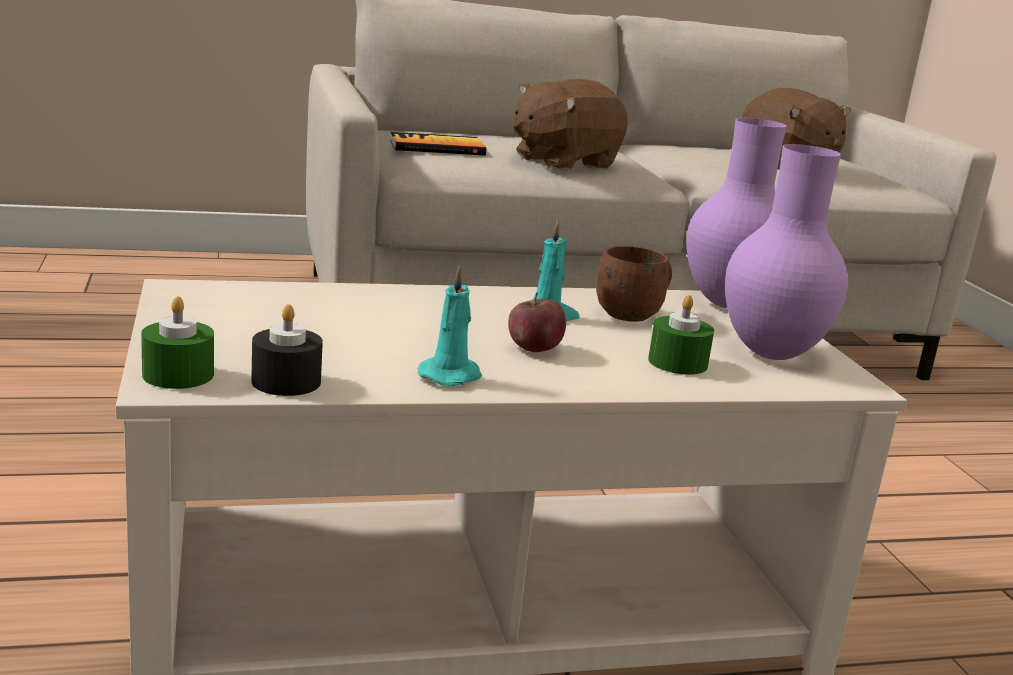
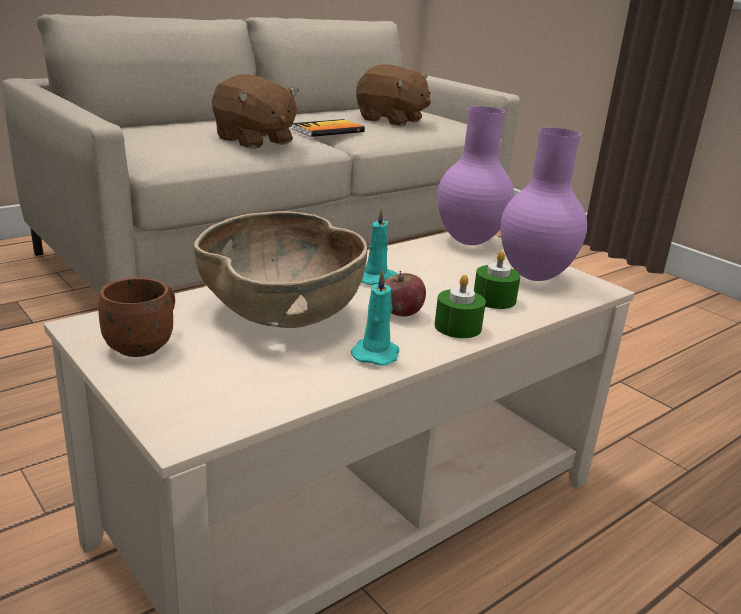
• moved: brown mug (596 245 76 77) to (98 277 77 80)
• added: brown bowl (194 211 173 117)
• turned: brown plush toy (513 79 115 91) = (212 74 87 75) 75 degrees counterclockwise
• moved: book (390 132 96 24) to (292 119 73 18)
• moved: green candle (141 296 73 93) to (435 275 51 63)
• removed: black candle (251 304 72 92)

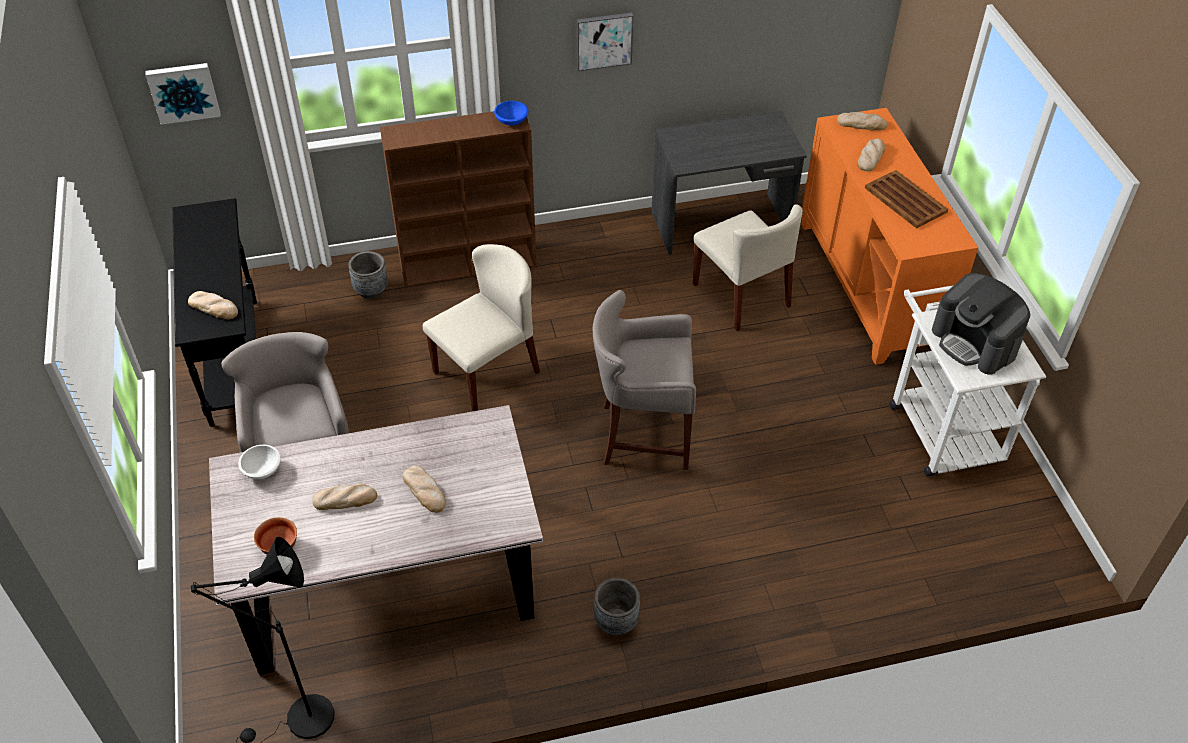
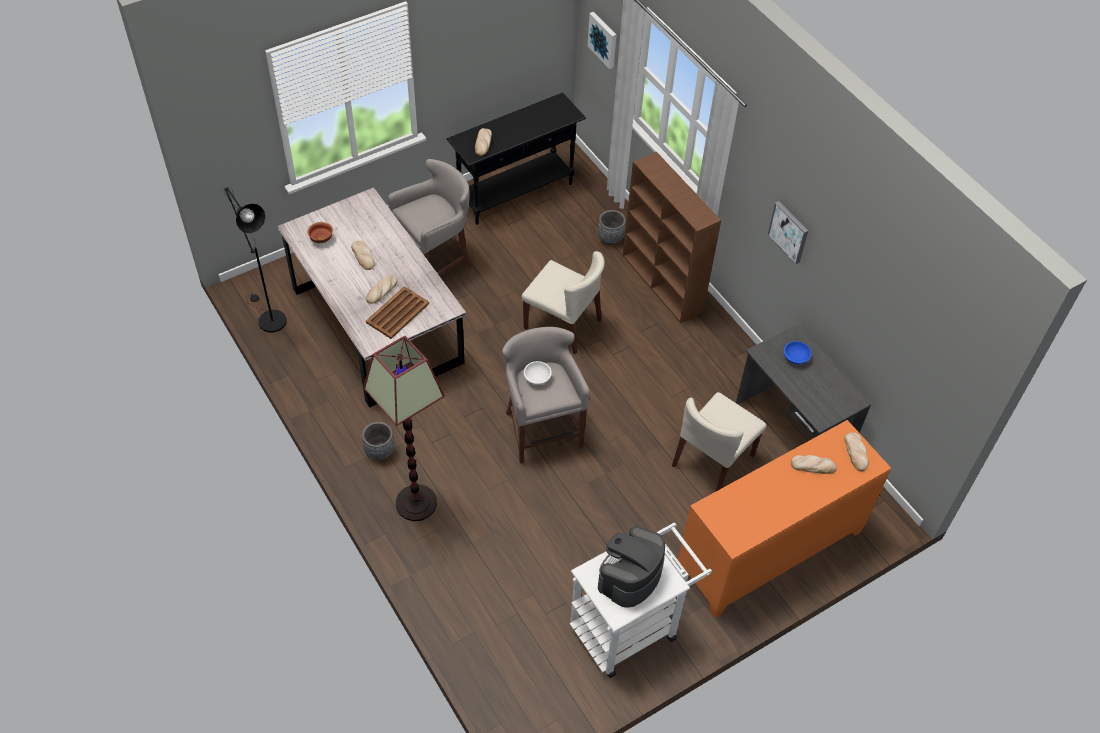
• added: floor lamp (363 336 82 185)
• moved: brown tray (865 170 83 59) to (366 286 63 53)
• moved: white bowl (238 445 43 34) to (524 361 28 24)
• moved: blue bowl (494 101 35 24) to (784 341 28 23)

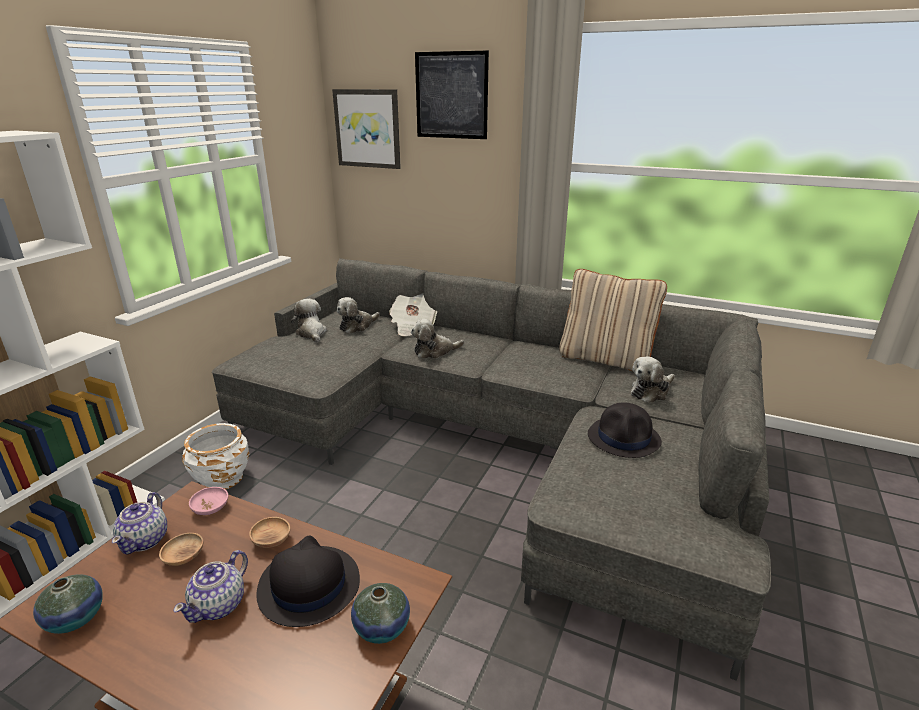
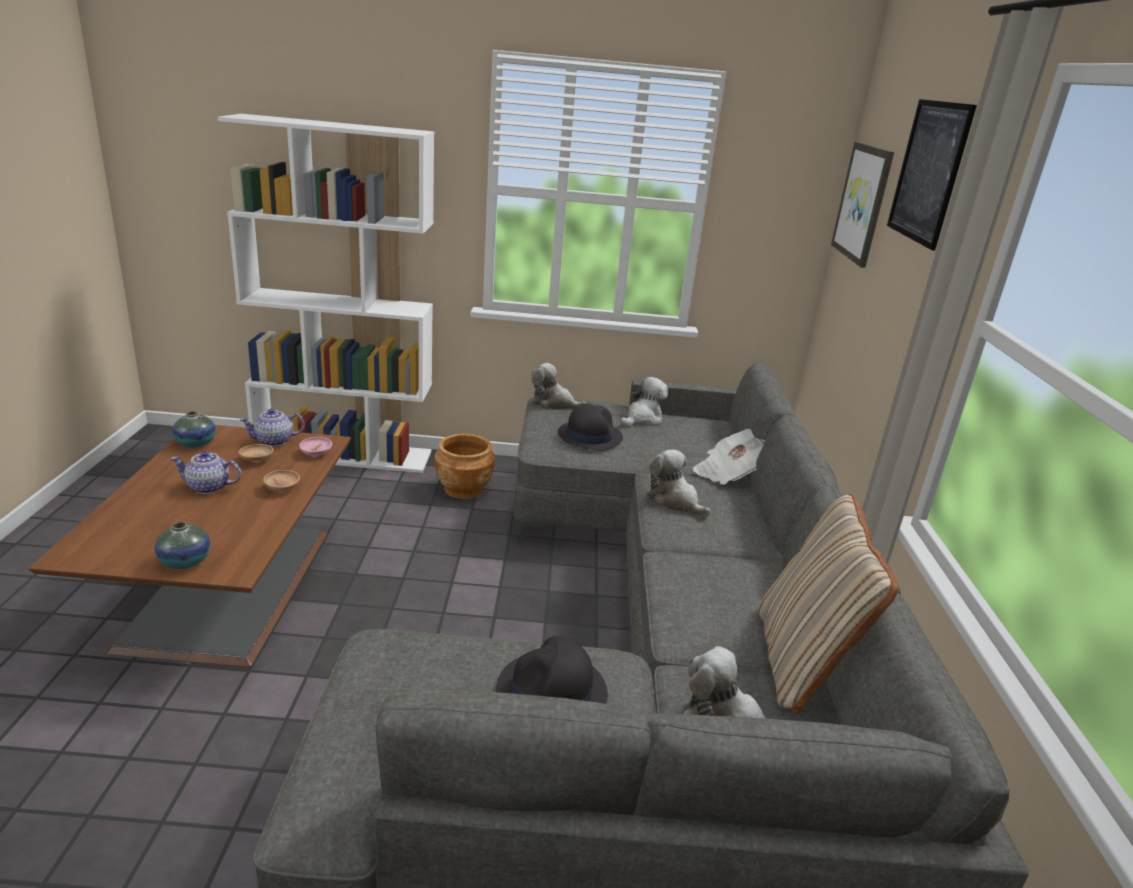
• recoloured: white planter (182 423 68 66) to brown planter (434 434 61 65)
• moved: plush toy (337 297 43 37) to (531 363 55 46)
• moved: black hat (256 535 104 92) to (558 403 65 48)

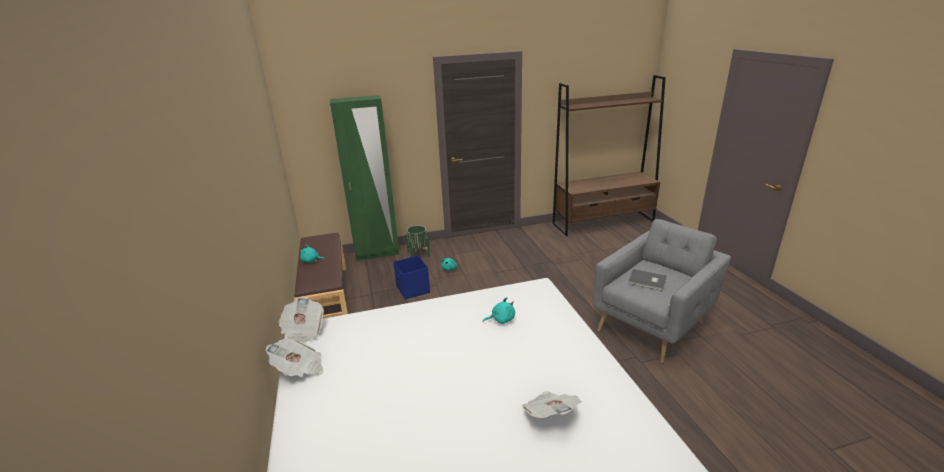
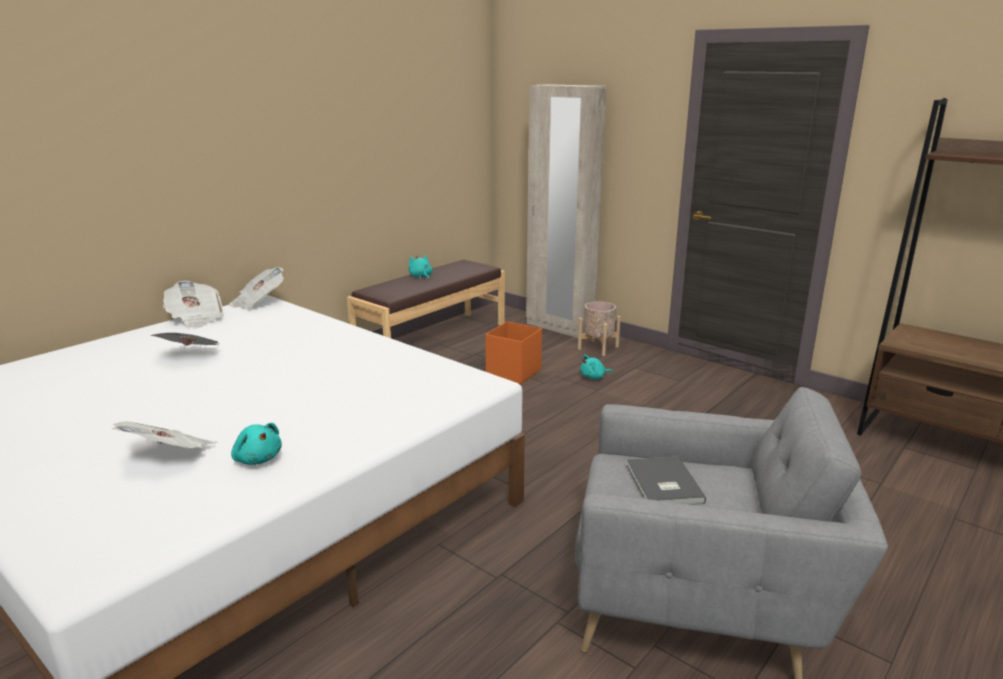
• added: newspaper (149 333 69 13)
• moved: turquoise plush toy (483 297 32 27) to (231 423 51 42)
• recoloured: blue storage box (393 255 37 45) to orange storage box (485 321 57 63)
• recoloured: green wardrobe (330 95 70 166) to beige wardrobe (526 84 80 254)
• recoloured: green planter (406 226 24 31) to beige planter (578 302 43 54)

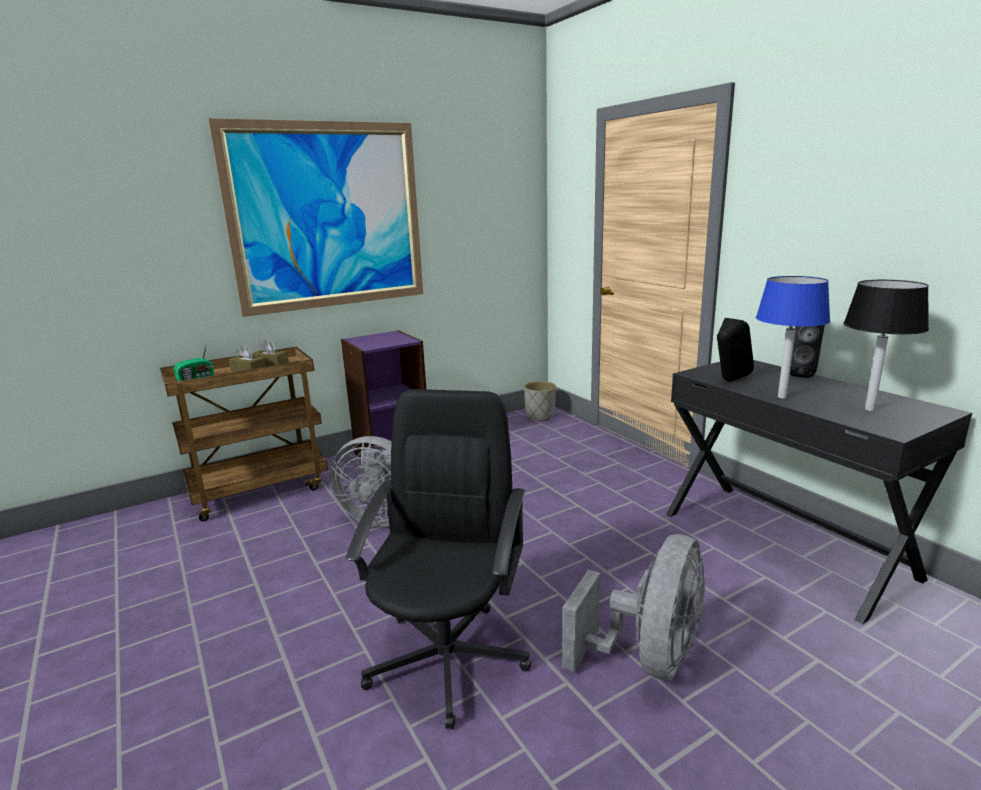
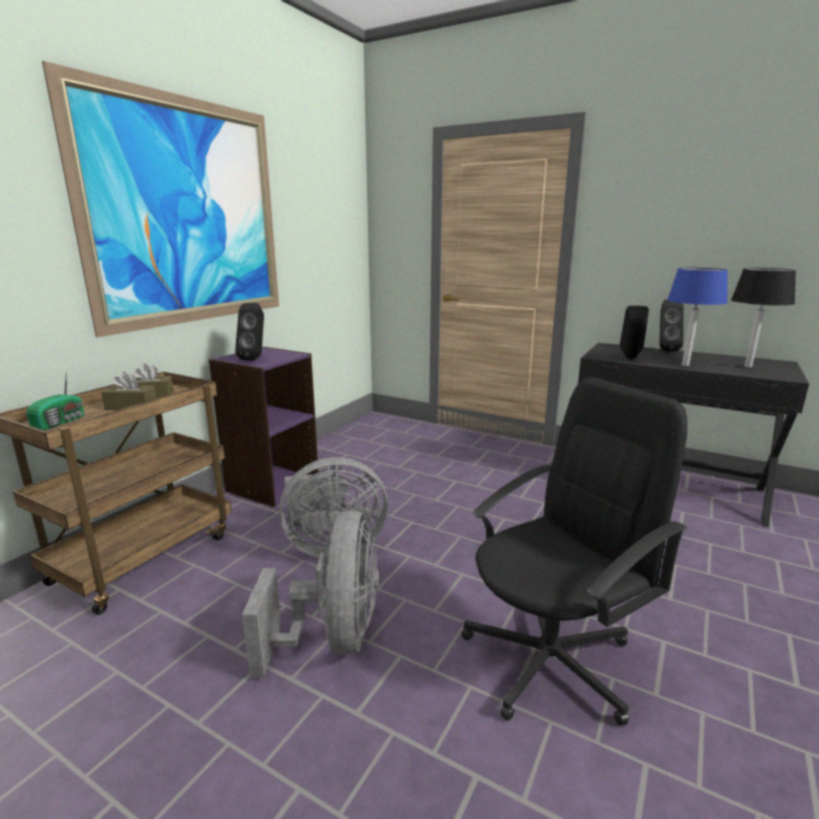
• added: black speaker (235 303 29 57)
• moved: grey fan (562 534 143 146) to (242 510 137 167)
• turned: black office chair (346 389 185 340) = (461 377 226 349) 75 degrees clockwise
• removed: grey planter (524 381 32 40)

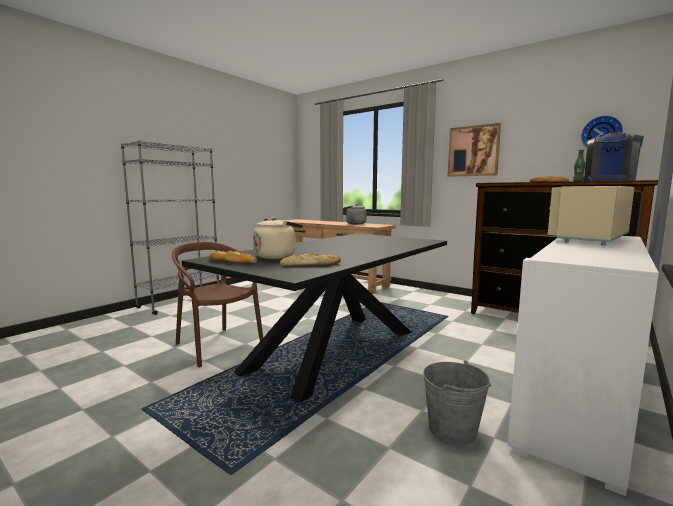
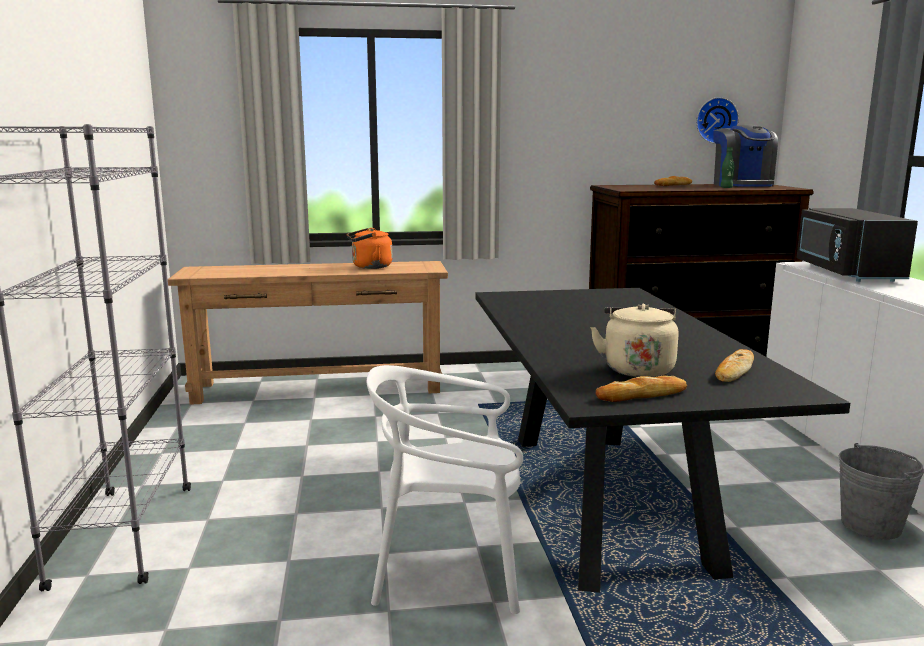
• recoloured: grey kettle (343 204 24 20) to orange kettle (347 228 45 41)
• recoloured: brown chair (172 242 91 125) to white chair (366 365 157 249)
• recoloured: beige microwave (548 186 86 59) to black microwave (796 208 122 74)
• removed: picture (448 123 53 54)

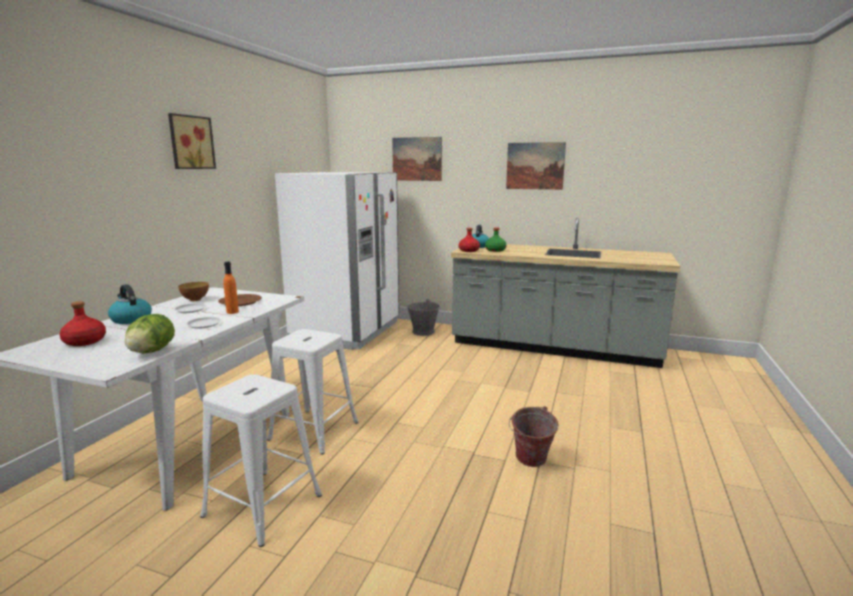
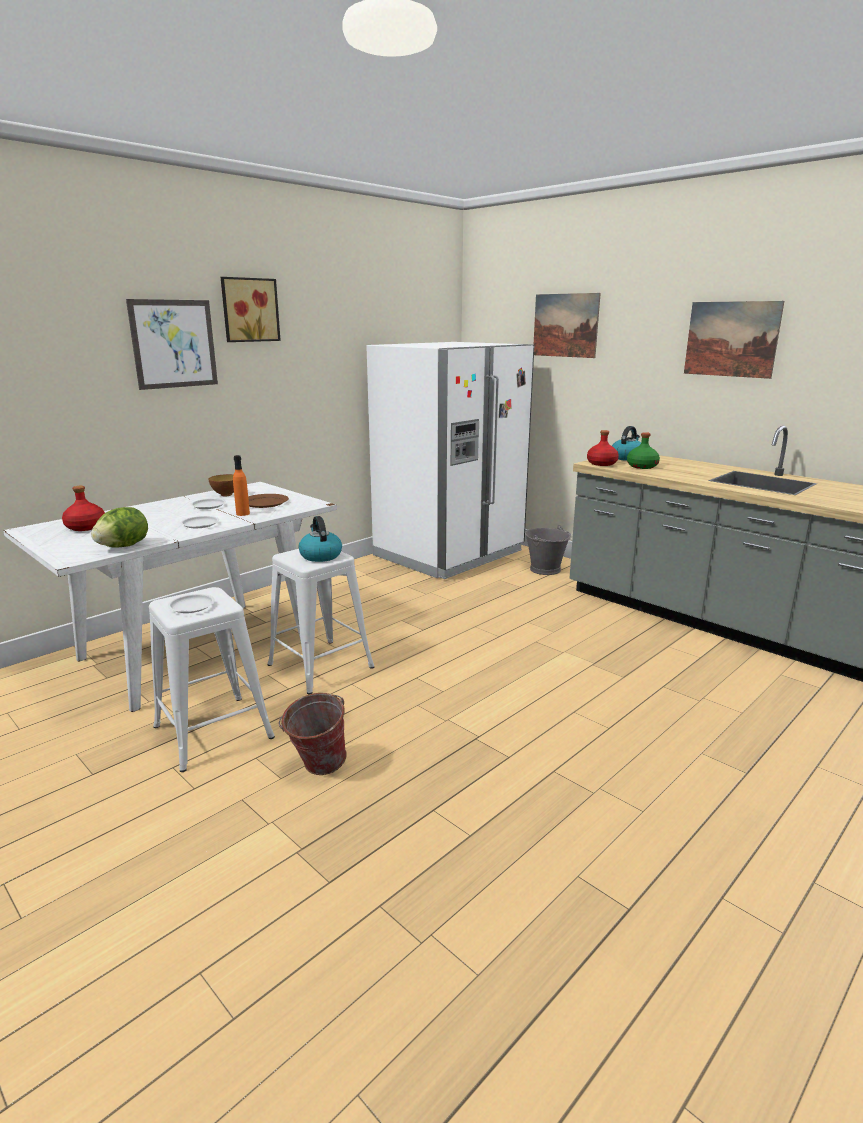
• added: picture (126 299 92 91)
• added: white plate (168 594 47 19)
• moved: bucket (509 406 49 61) to (279 693 68 82)
• moved: kettle (108 284 44 40) to (299 516 43 46)

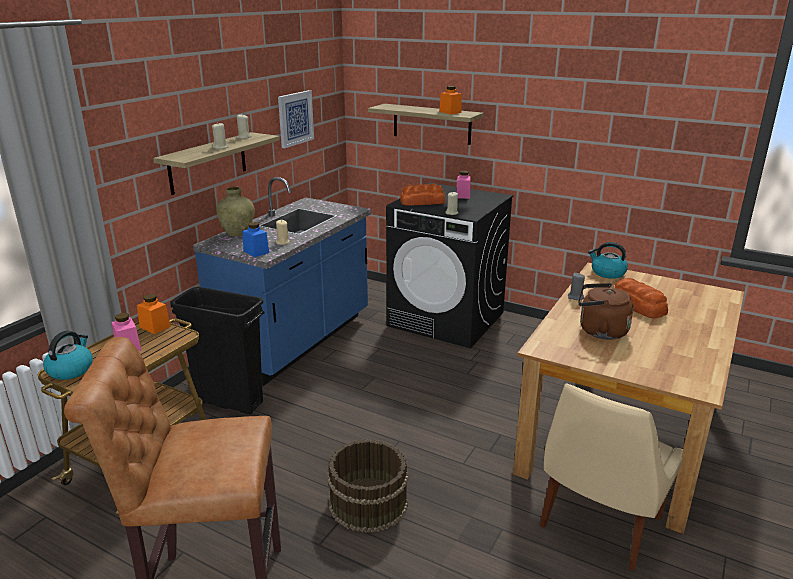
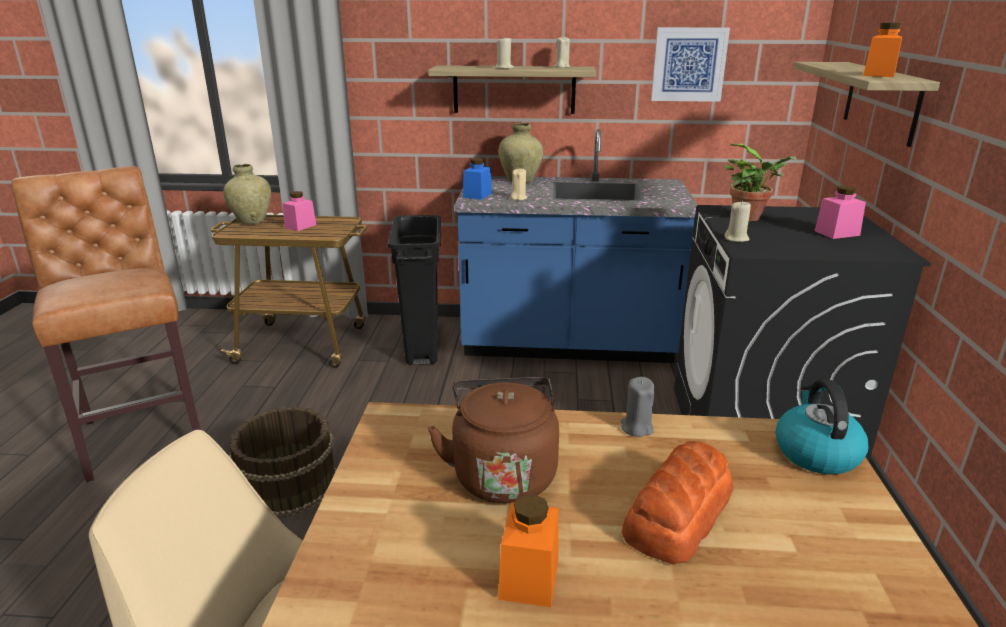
• replaced: kettle (43 331 50 49) to beige vase (223 164 48 60)
• moved: orange jar (137 294 34 40) to (498 494 61 113)
• replaced: bread (400 184 45 22) to potted plant (724 143 72 78)

